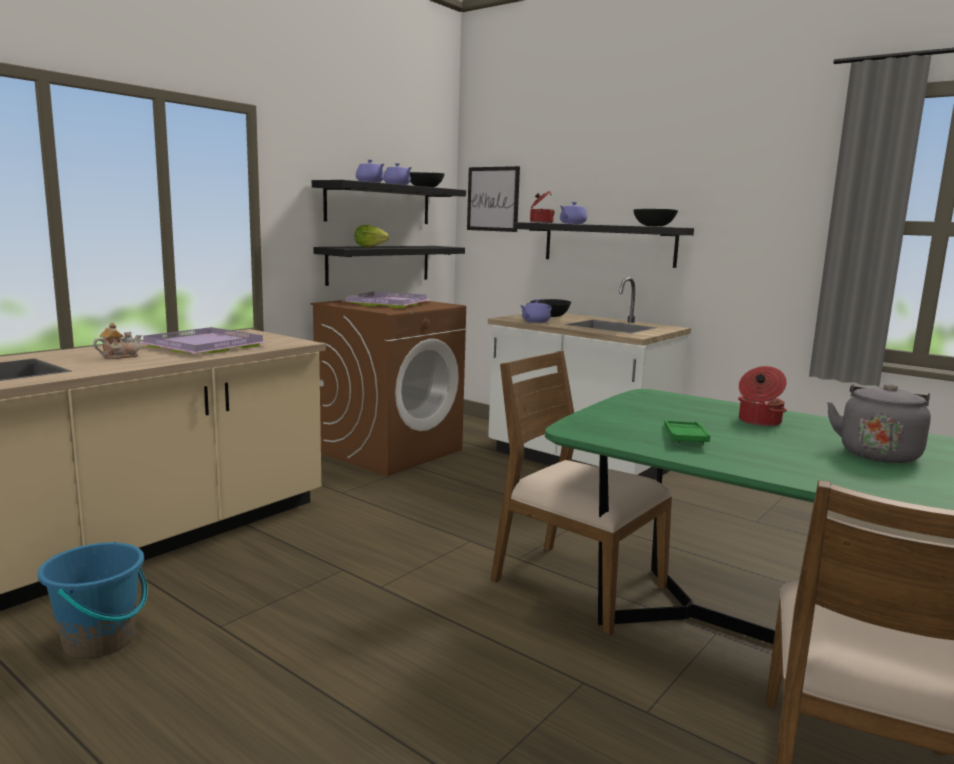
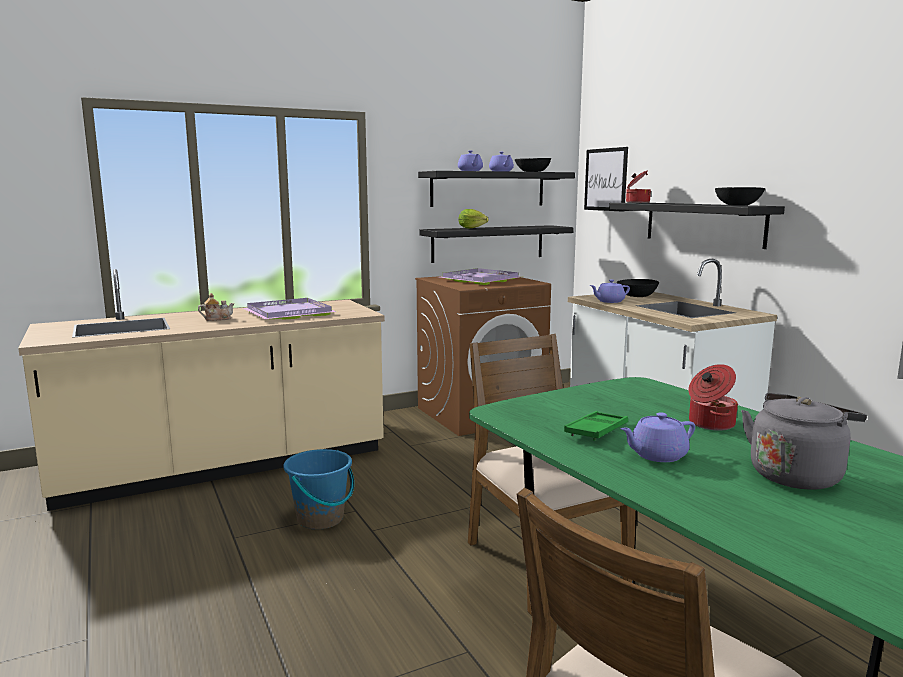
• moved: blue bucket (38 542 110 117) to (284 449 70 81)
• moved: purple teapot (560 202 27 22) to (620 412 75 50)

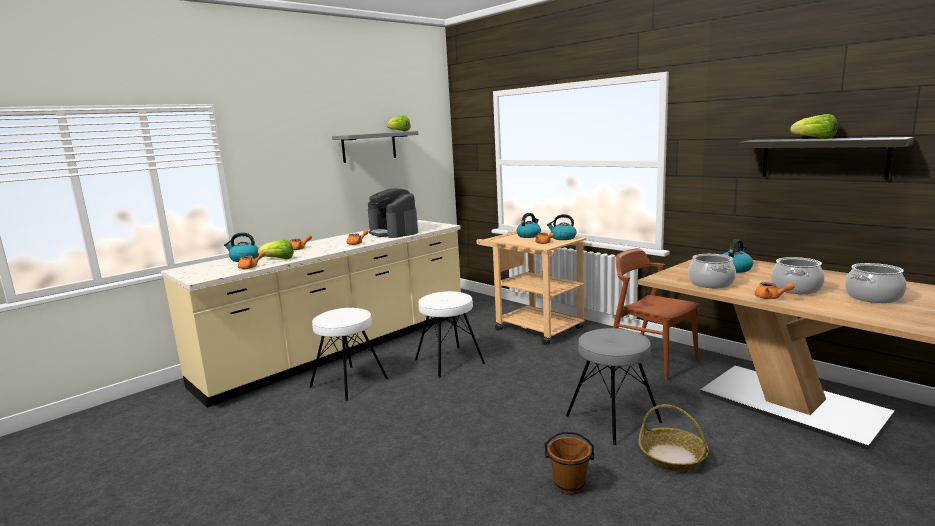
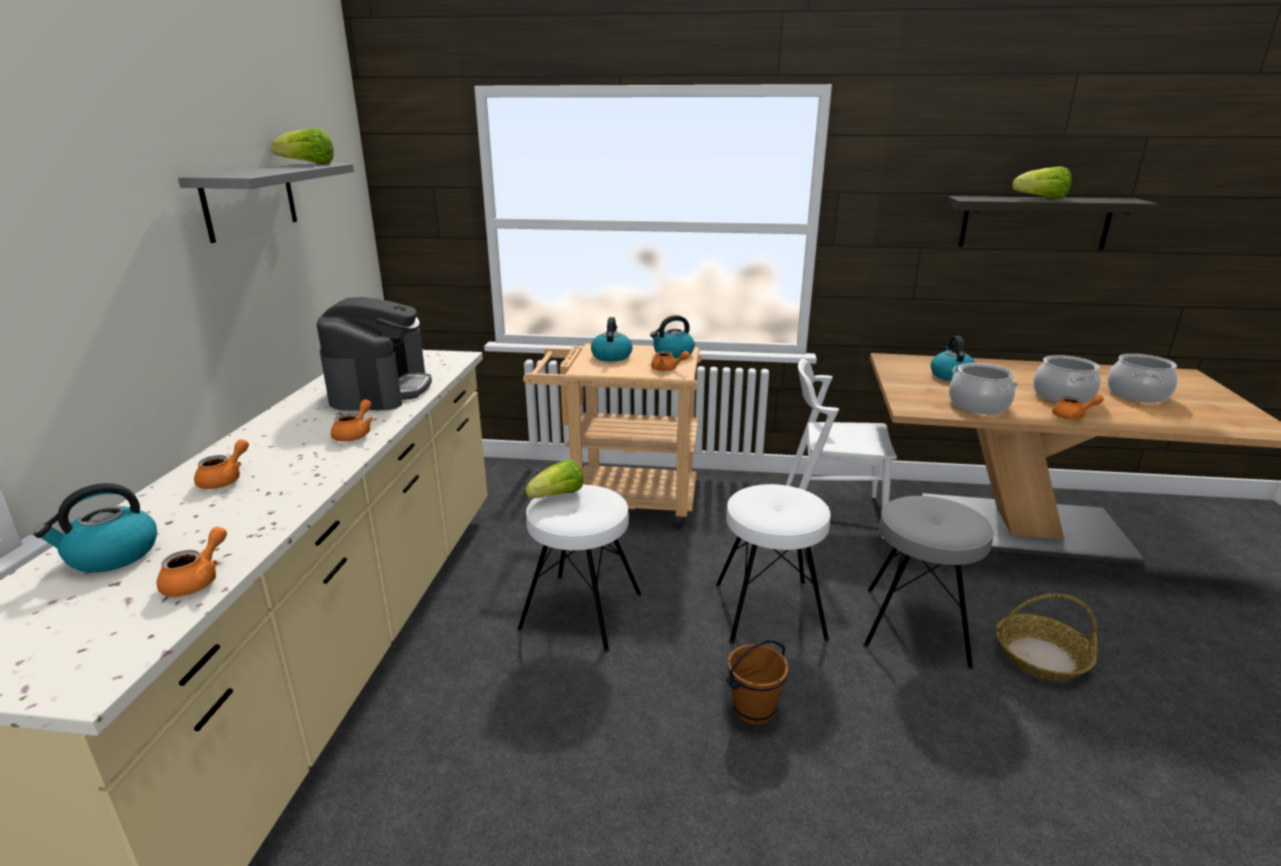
• turned: coffee machine (368 188 50 50) = (317 297 115 114) 105 degrees counterclockwise
• moved: lettuce (258 239 36 20) to (525 460 59 38)
• moved: white stool (309 308 79 93) to (716 484 115 160)
• moved: brown bucket (545 432 49 63) to (726 640 63 85)
• recoloured: brown chair (613 248 86 132) to white chair (786 358 111 181)

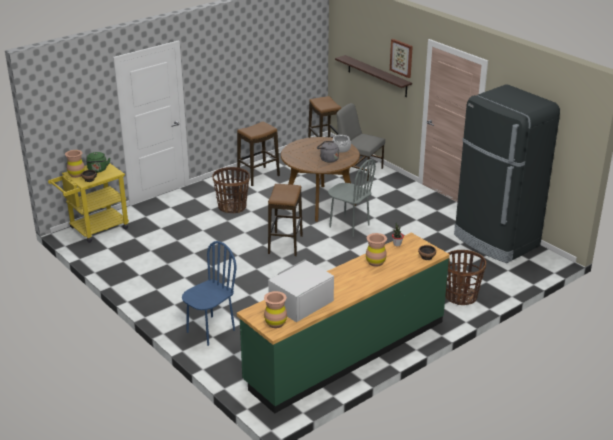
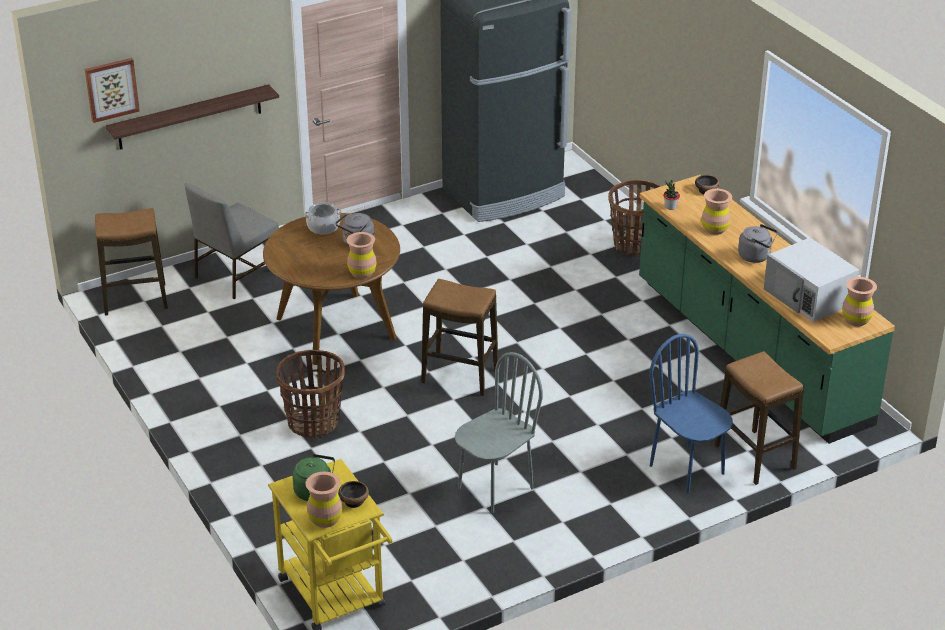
• moved: picture (390 39 23 39) to (85 58 55 65)
• added: brown vase (347 232 30 47)
• moved: grey chair (328 159 48 78) to (455 352 88 161)
• moved: stool (237 122 43 64) to (715 351 89 134)
• added: grey kettle (738 224 40 39)

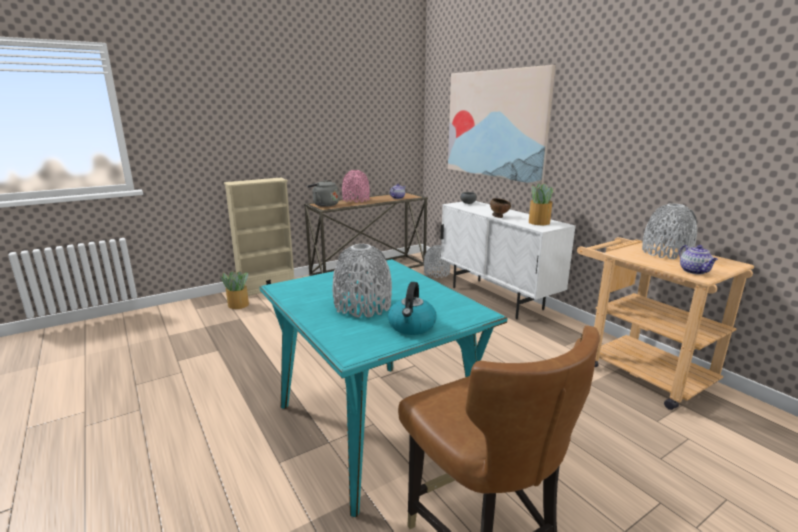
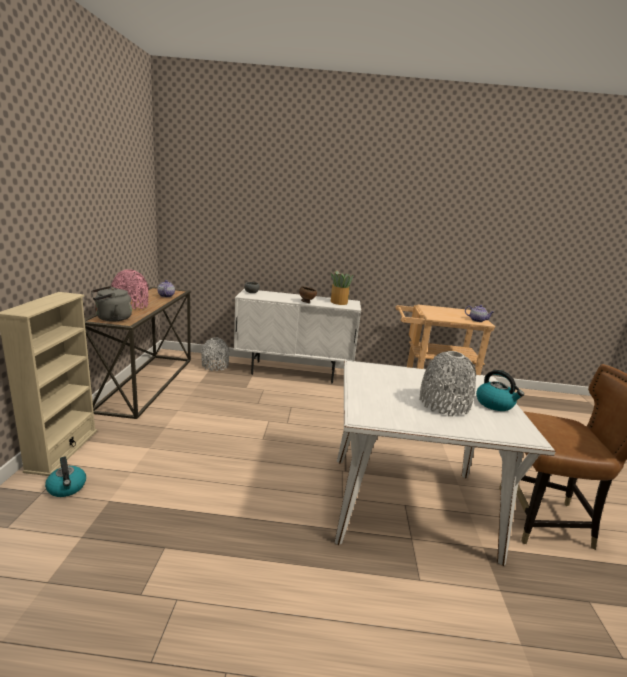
• replaced: potted plant (220 271 29 38) to kettle (45 456 41 41)
• recoloured: turquoise dining table (260 259 247 258) to white dining table (335 361 221 205)
• removed: picture (448 65 108 120)
• removed: grey vase (642 203 55 56)

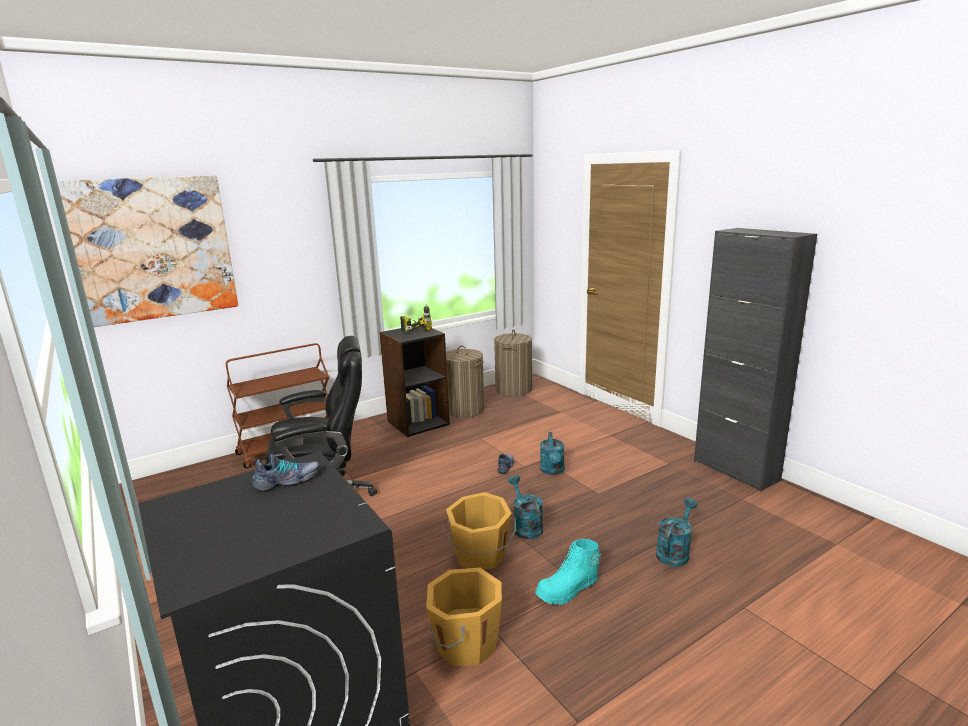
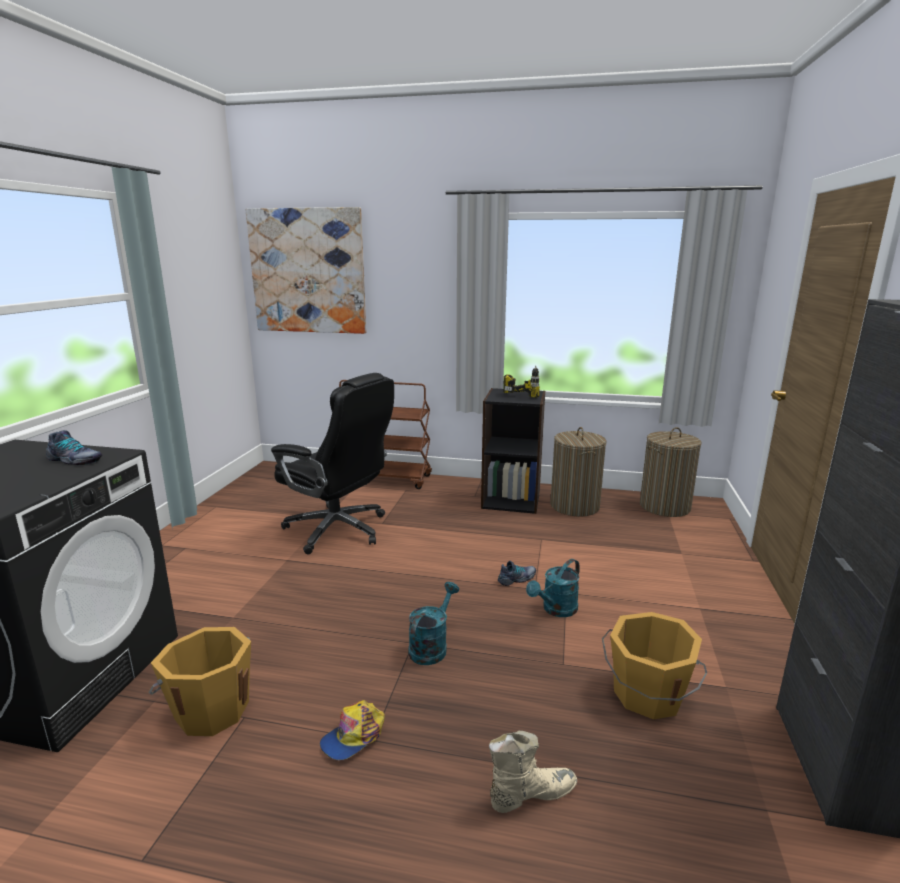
• replaced: turquoise boot (535 539 66 66) to cap (320 700 65 60)
• replaced: turquoise watering can (656 498 42 69) to beige boot (489 731 88 82)
• moved: orange bucket (443 492 73 78) to (602 612 105 107)

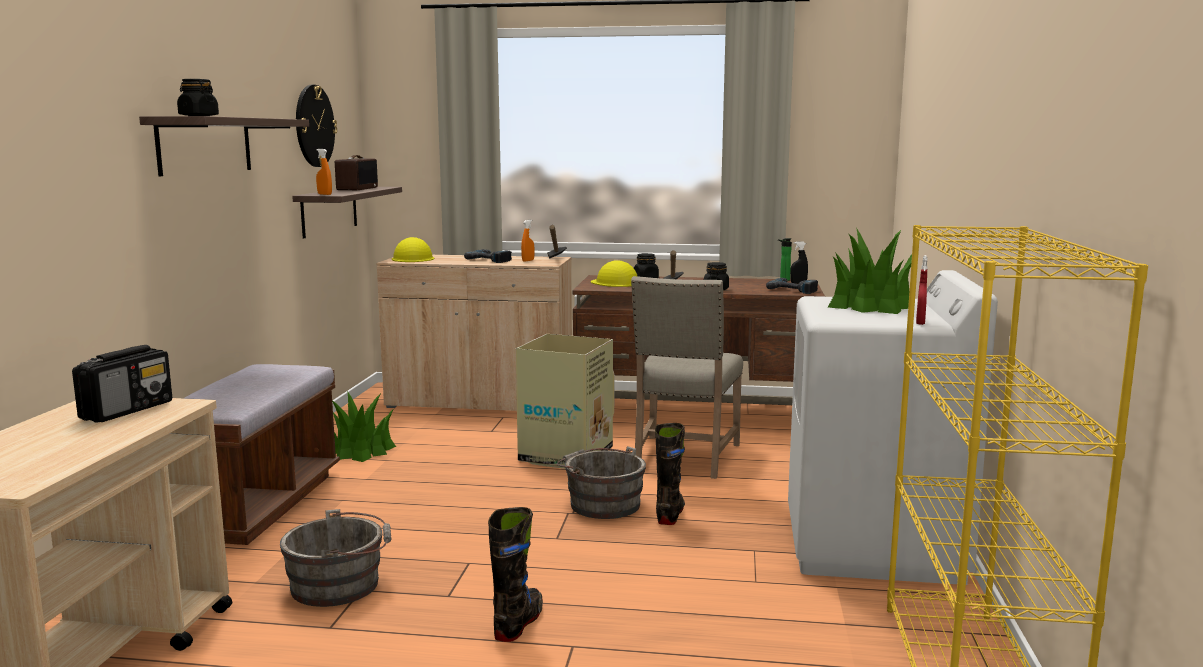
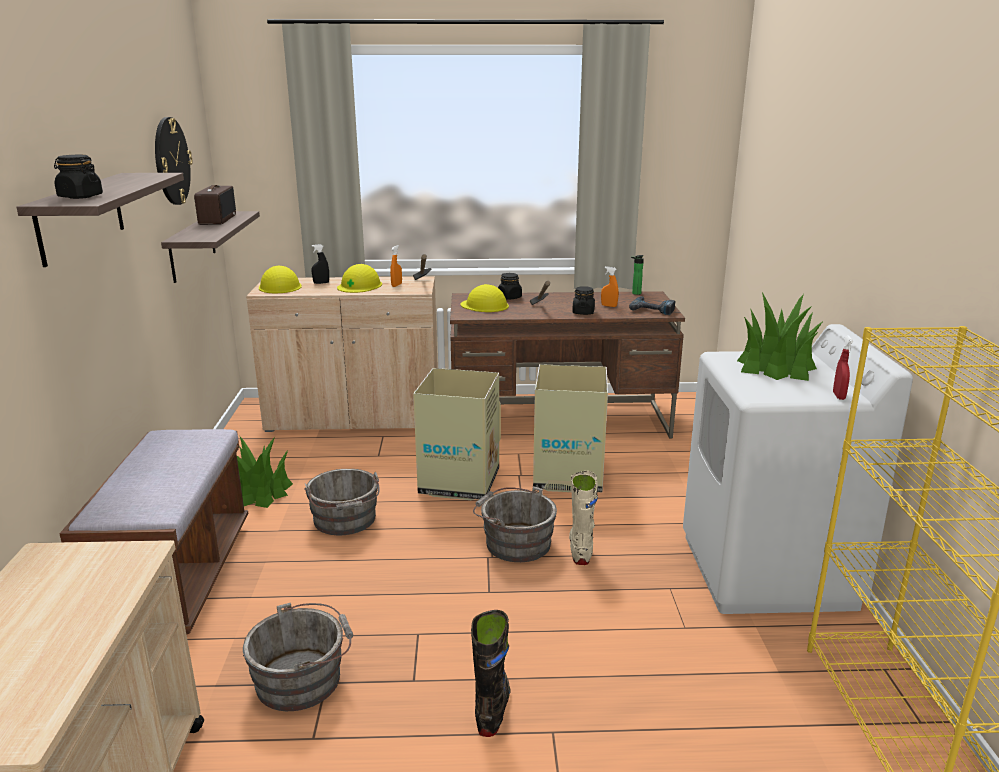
• added: grey bucket (304 469 76 66)
• moved: black spray bottle (790 242 18 42) to (312 244 17 40)
• replaced: power drill (464 249 48 14) to yellow hard hat (337 264 45 29)
• replaced: beige chair (631 276 112 203) to cardboard box (533 364 75 128)
• recoloured: black boot (655 423 30 102) to beige boot (569 471 29 94)
• moved: orange spray bottle (316 149 16 46) to (601 267 18 40)
• removed: radio (72 345 100 78)

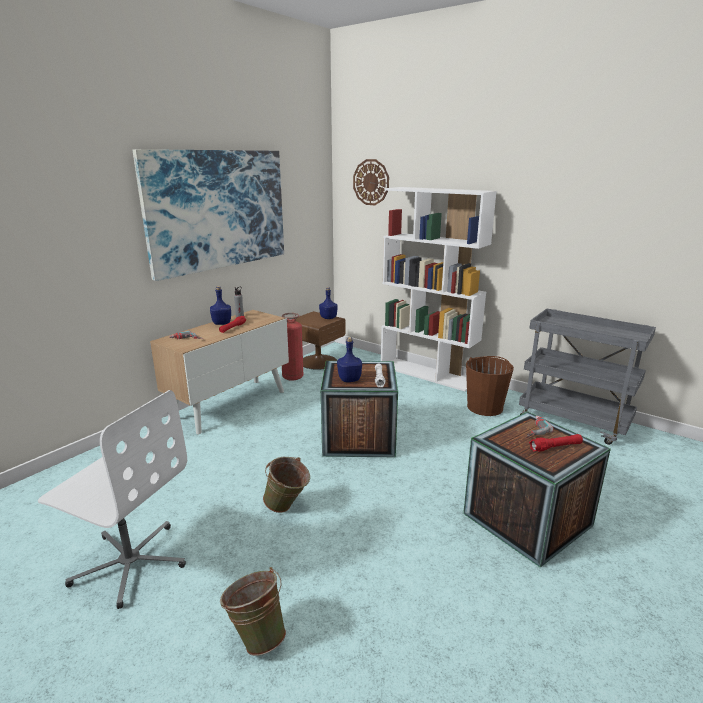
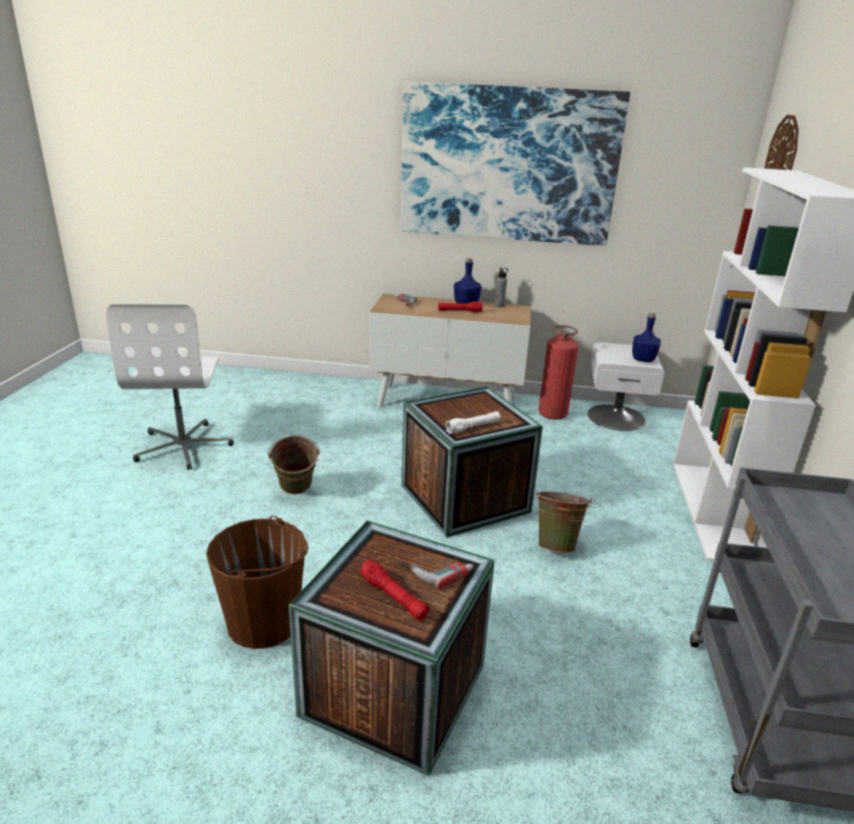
• moved: brown bucket (466 356 48 60) to (206 516 102 133)
• moved: green bucket (220 567 66 89) to (536 491 56 62)
• recoloured: brown nightstand (295 311 51 59) to white nightstand (588 342 76 89)
• removed: blue bottle (337 337 25 45)

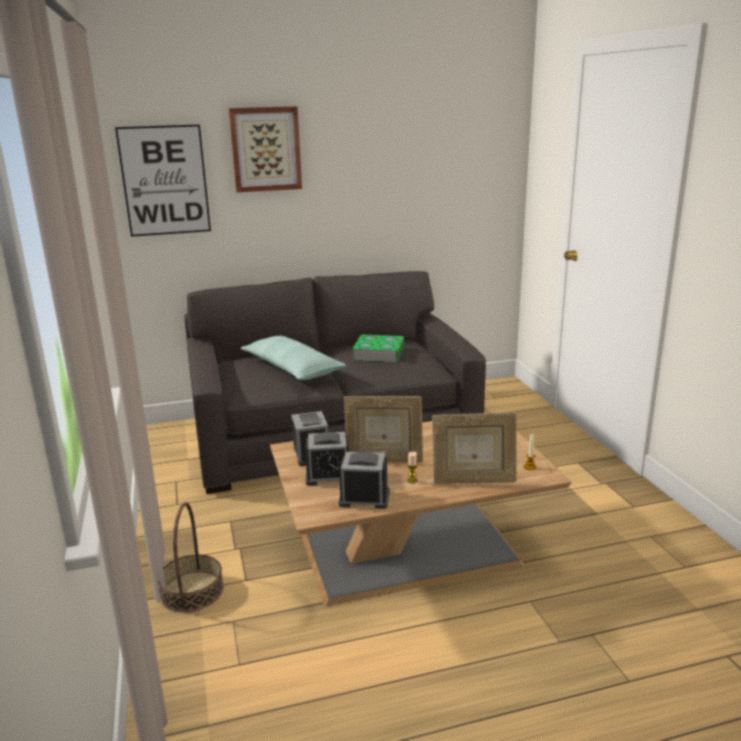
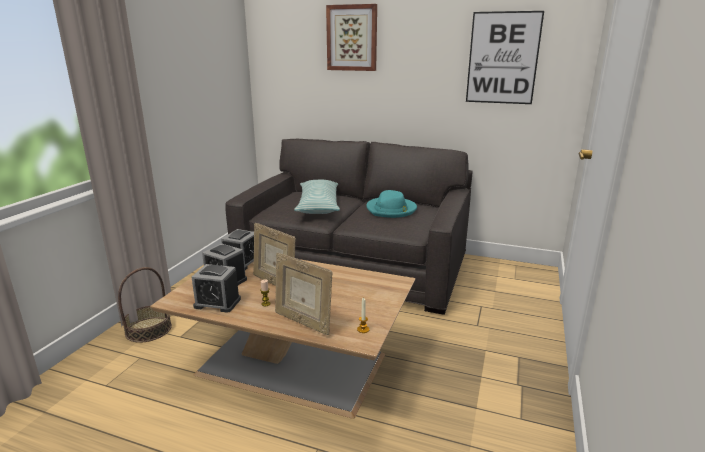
• turned: alarm clock (338 452 52 57) = (192 264 49 49) 150 degrees clockwise
• replaced: book (352 334 52 28) to turquoise hat (366 190 51 28)
• moved: picture (115 124 96 113) to (466 11 78 93)

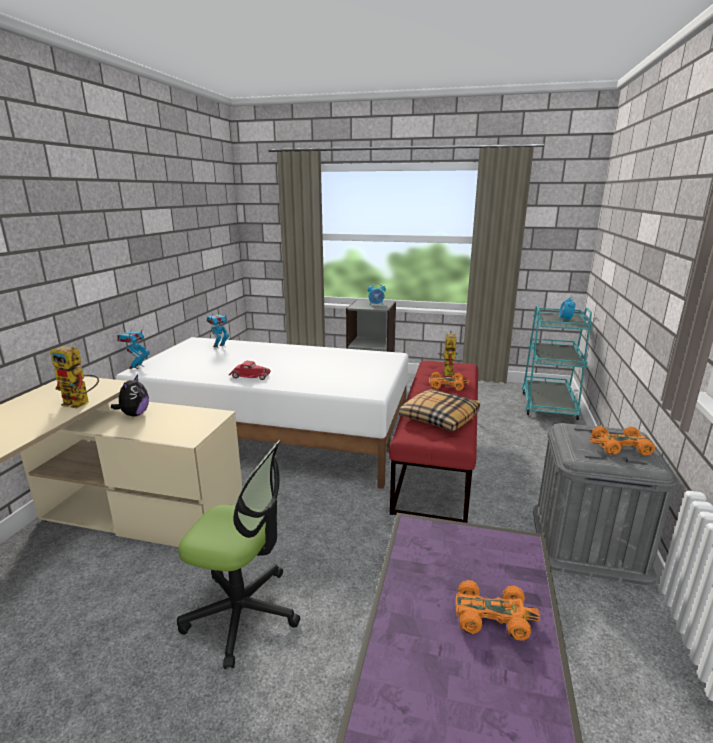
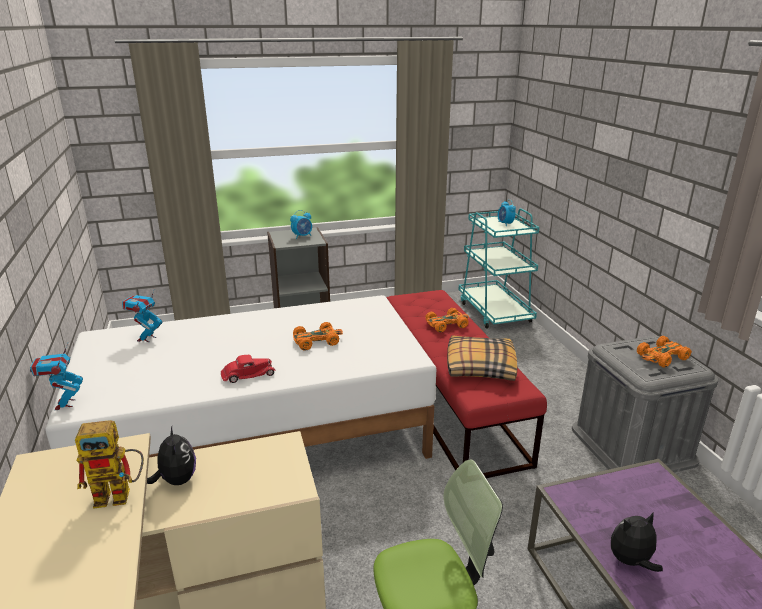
• moved: orange toy car (456 580 84 61) to (293 322 50 28)
• added: plush toy (611 513 52 59)
• removed: toy robot (438 331 20 45)

